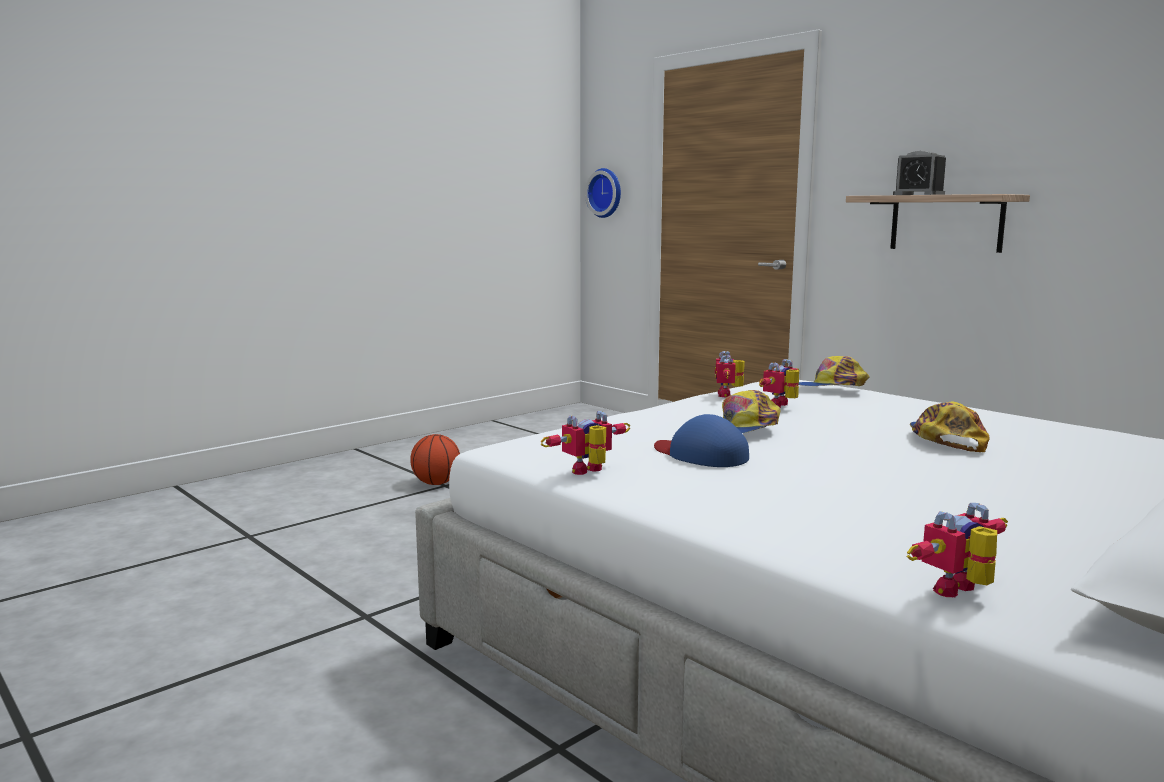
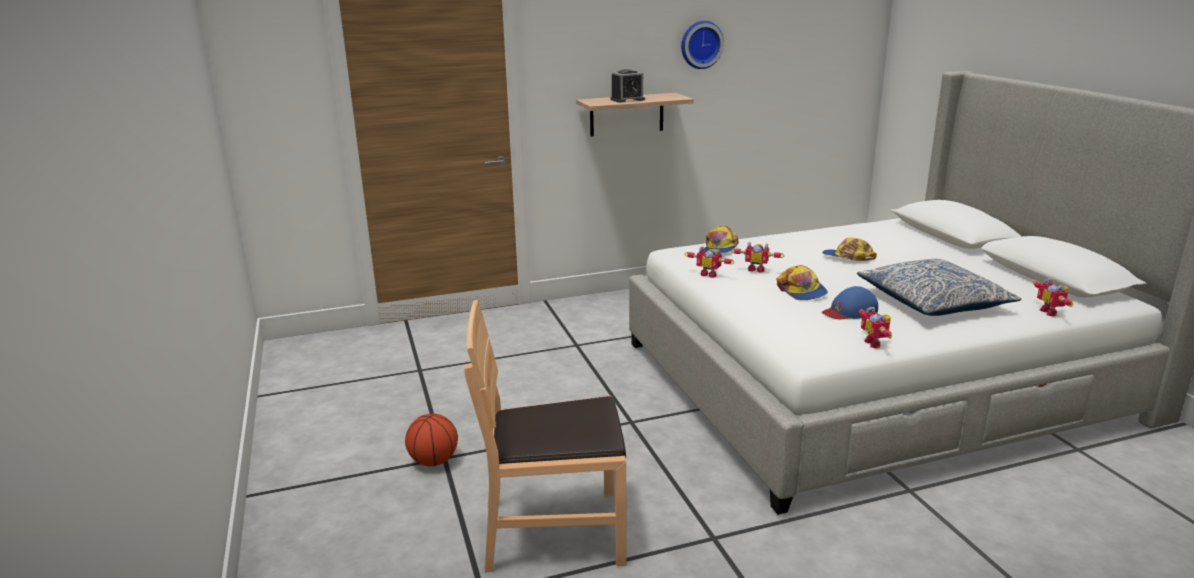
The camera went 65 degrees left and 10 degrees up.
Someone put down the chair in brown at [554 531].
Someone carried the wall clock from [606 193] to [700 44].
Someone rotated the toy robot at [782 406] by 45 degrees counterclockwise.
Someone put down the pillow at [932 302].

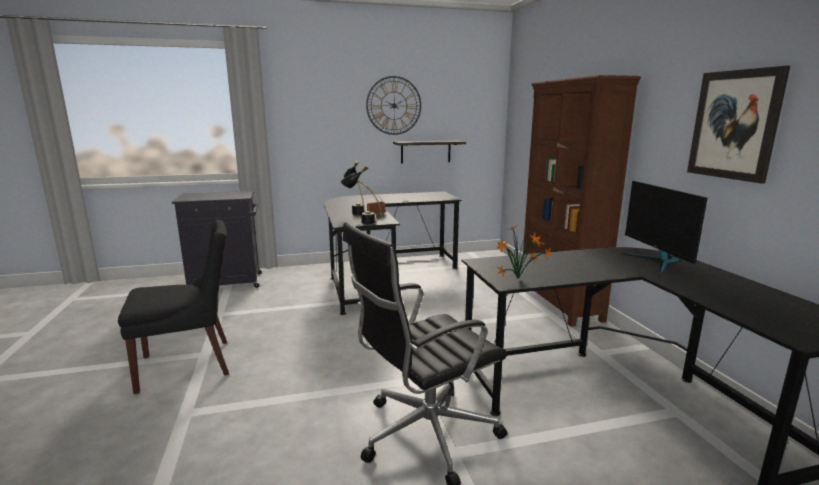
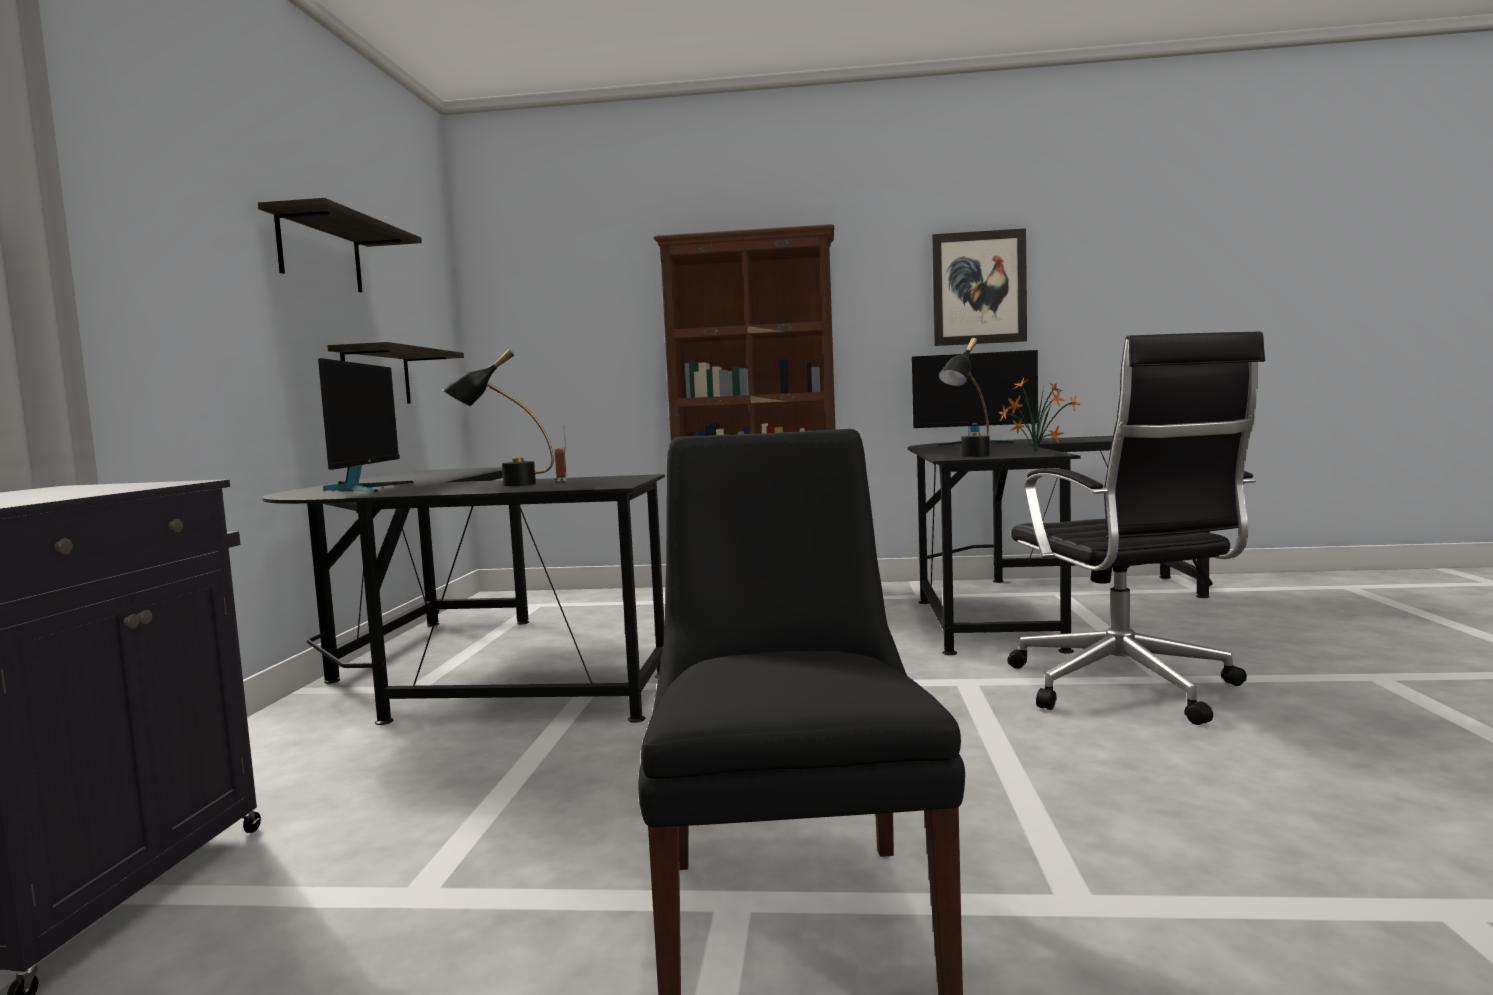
The camera went 70 degrees left and 10 degrees down.
Someone swapped the wall clock at [394 105] for the shelf at [320 253].
Someone put down the monitor at [365 488].
Someone carried the table lamp in black from [362 222] to [969 456].

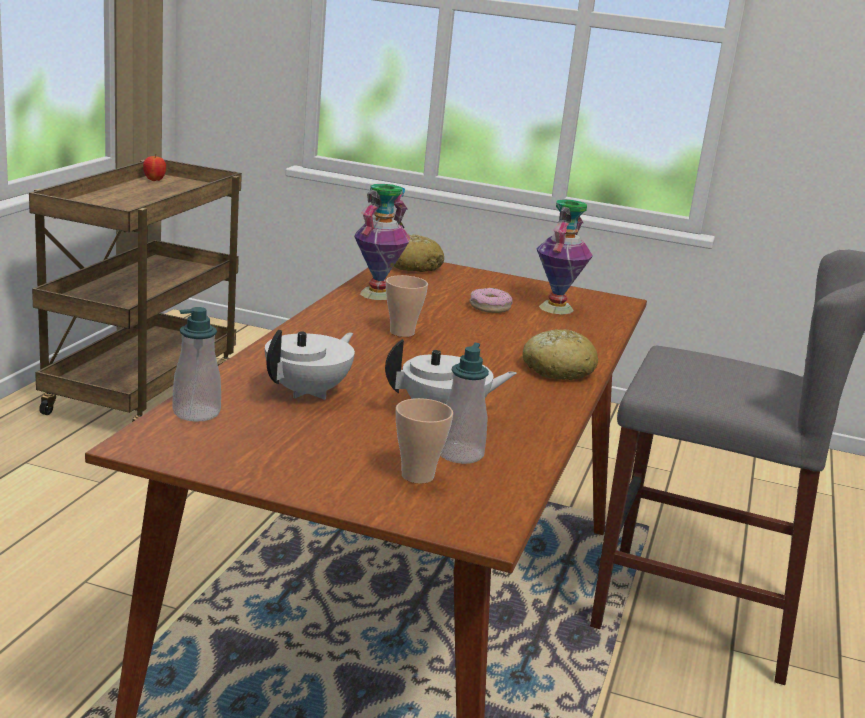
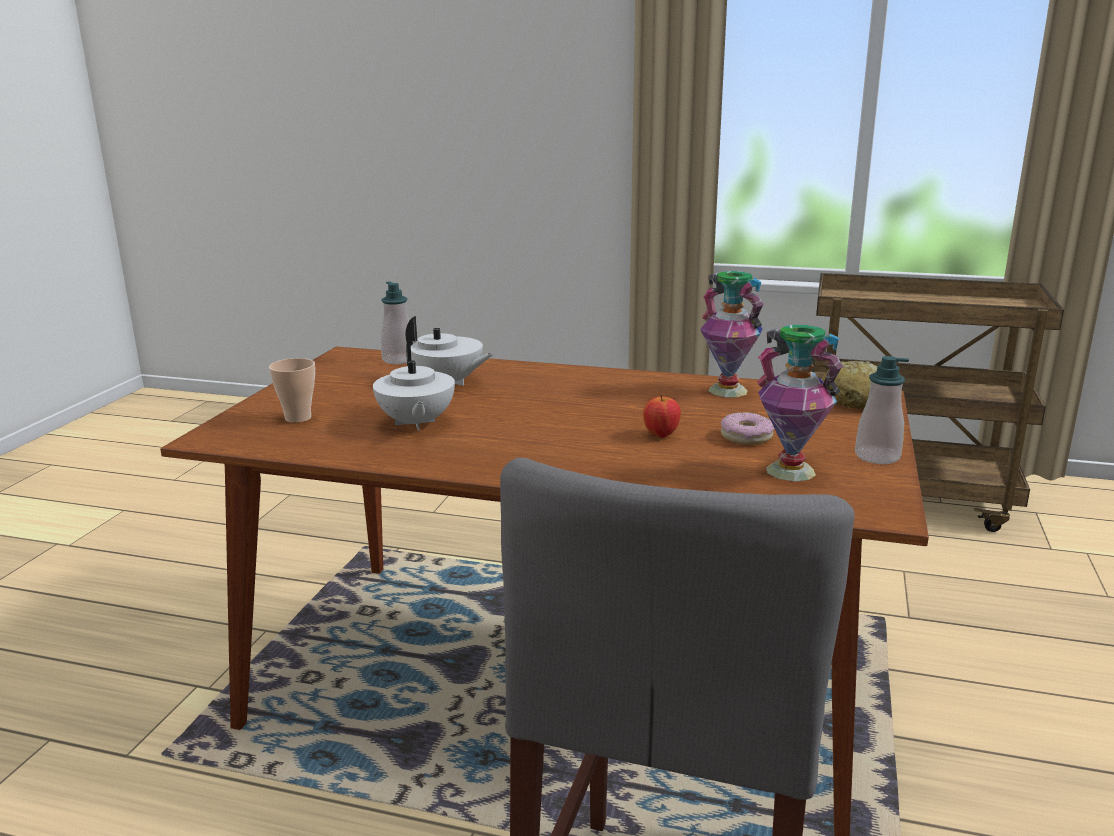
The camera went 90 degrees right and 0 degrees up.
Someone carried the apple from [154 180] to [661 435].
Someone carried the soap dispenser from [460 454] to [877 456].
Someone took away the cup at [402 333].
Someone took away the bread at [557 370].

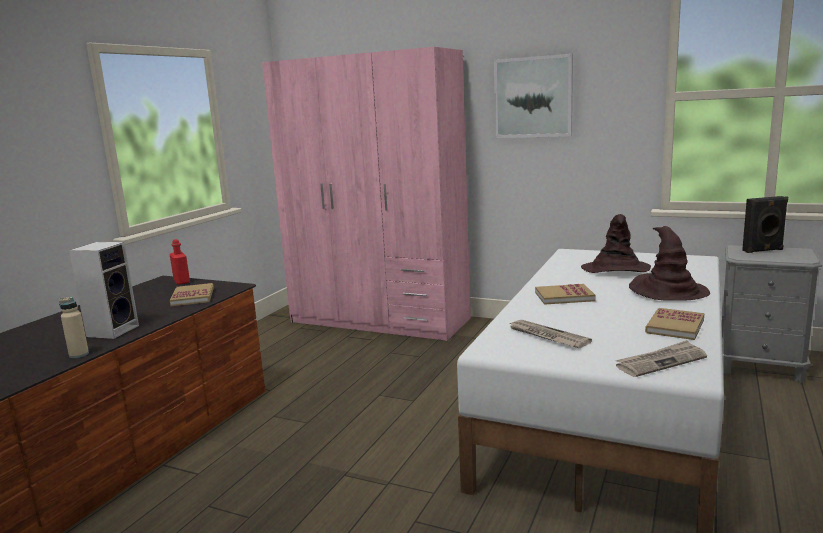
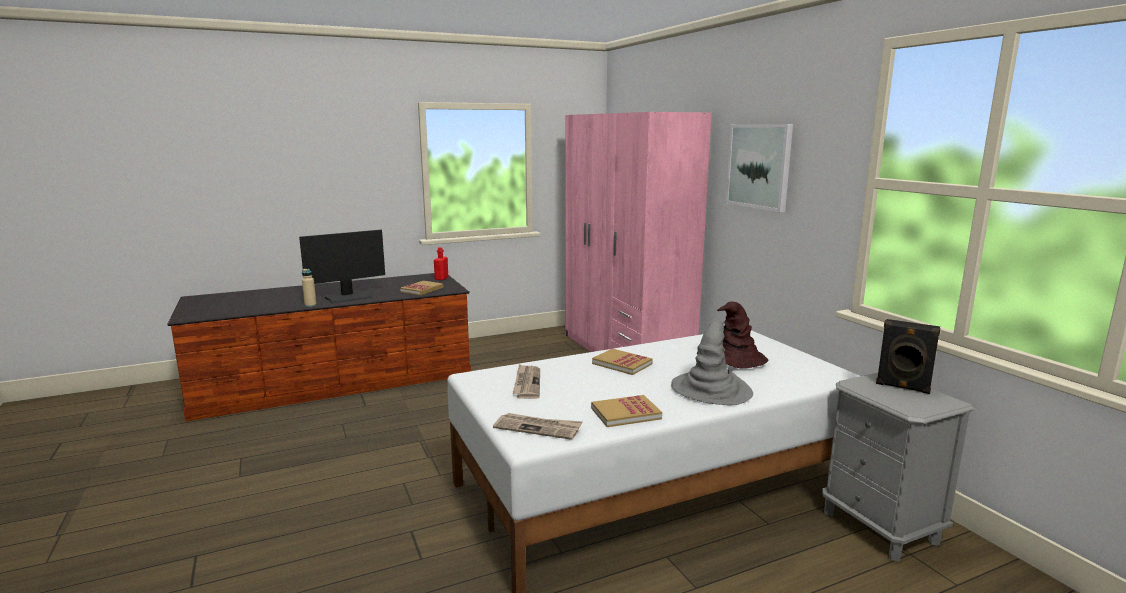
The camera went 40 degrees right and 0 degrees up.
Someone swapped the speaker at [113 330] for the monitor at [349 297].
Someone repainted the hat in brown at [668 291], which became the hat in grey at [711 389].

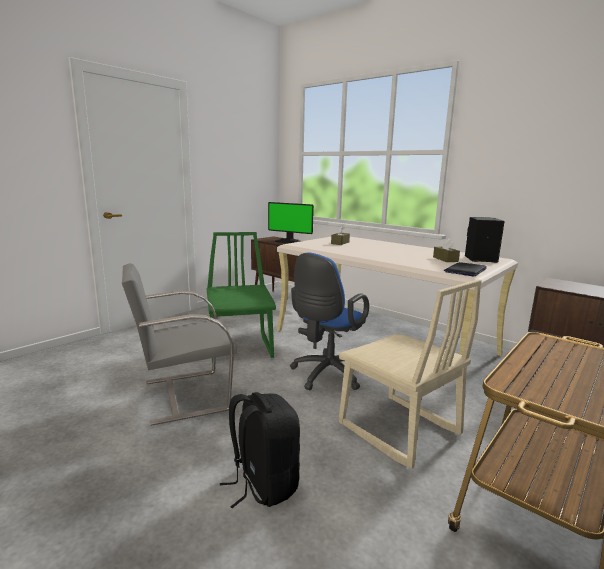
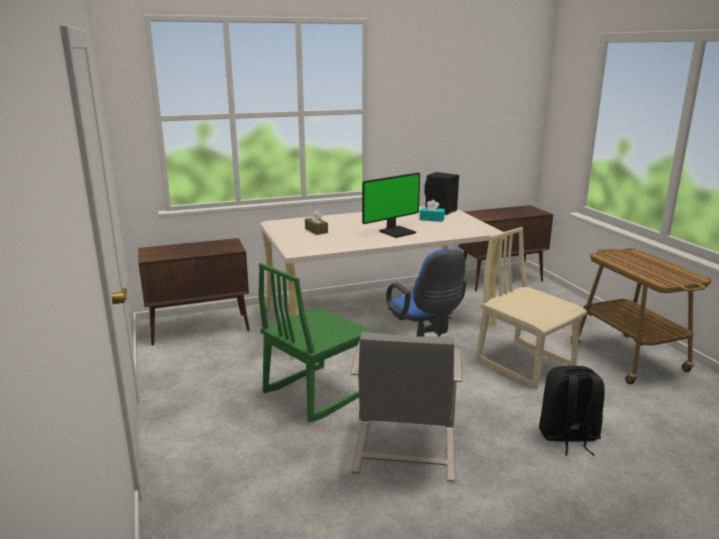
The camera went 60 degrees left and 5 degrees up.
Someone rotated the chair in green at [241 347] by 60 degrees counterclockwise.
Someone carried the monitor from [287 241] to [396 232].
Someone repainted the tissue box in brown at [445 259], which became the tissue box in turquoise at [432 219].
Someone rotated the chair in beige at [398 430] by 120 degrees counterclockwise.
Someone took away the laptop at [465 270].

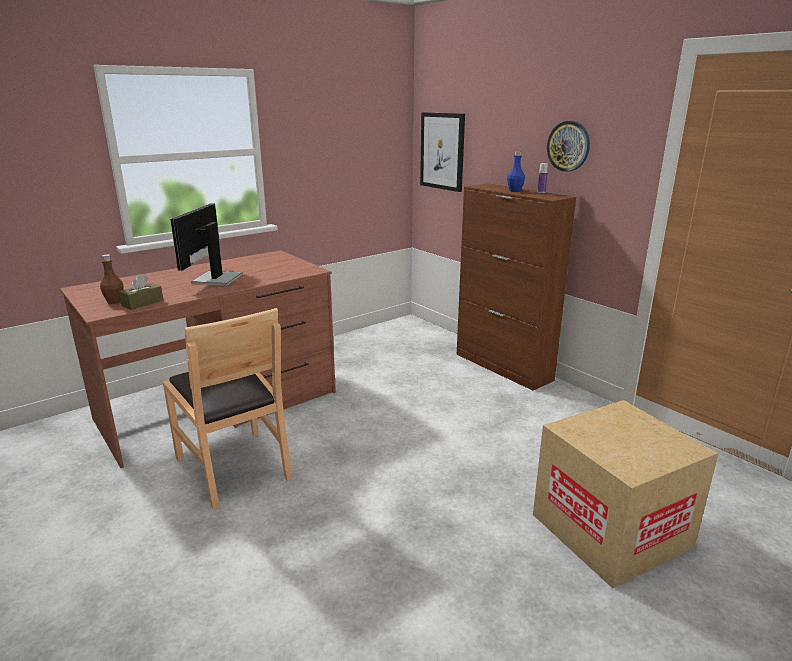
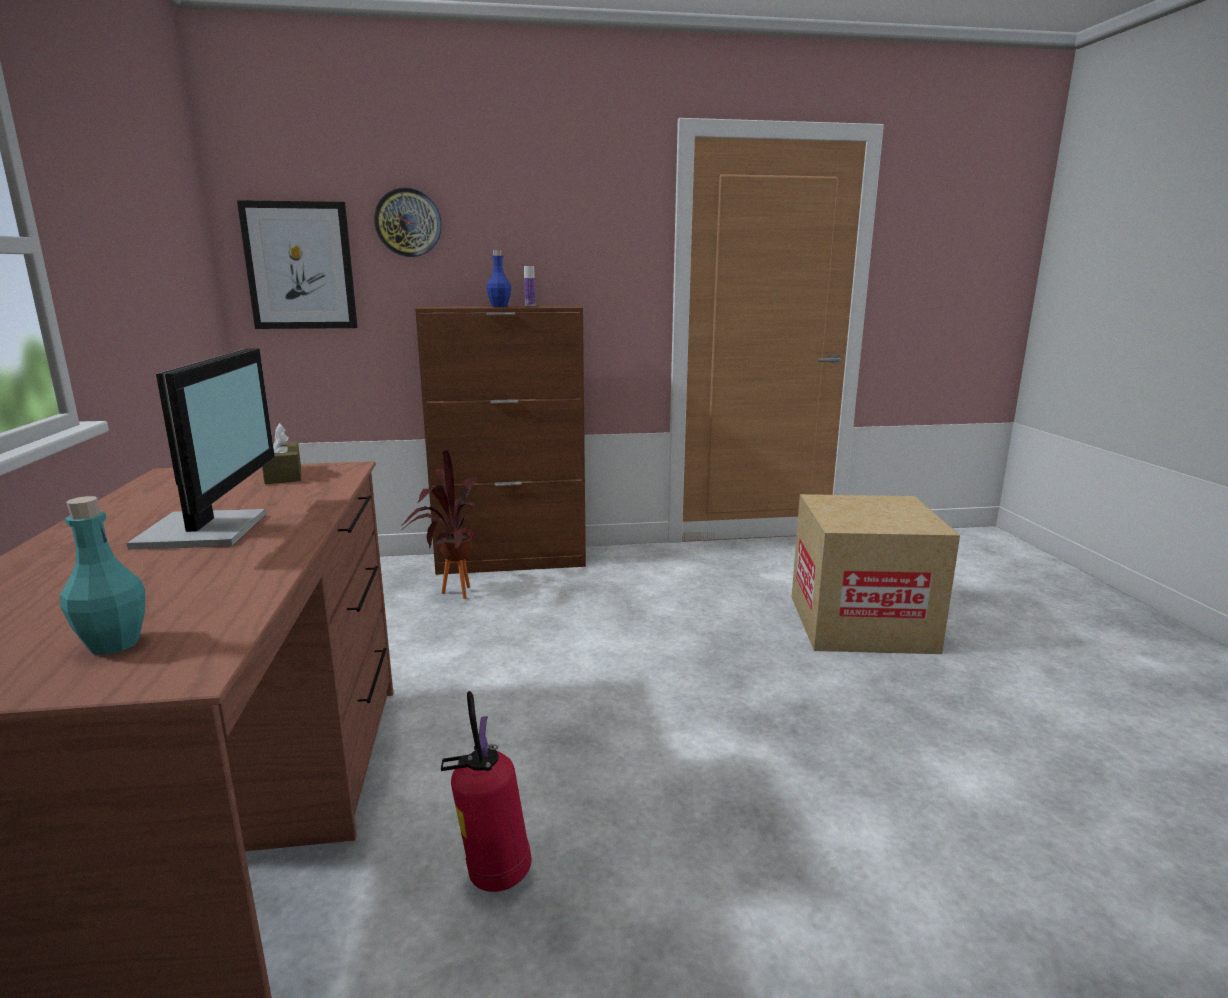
The camera went 60 degrees left and 5 degrees down.
Someone repainted the bottle in brown at [114 301], which became the bottle in turquoise at [114 644].
Someone rotated the monitor at [215 279] by 135 degrees counterclockwise.
Someone carried the tissue box in brown from [142 303] to [283 475].
Someone carried the wall clock from [568 146] to [408 223].
Someone put down the potted plant at [449 594].
Someone swapped the chair in brown at [234 467] for the fire extinguisher at [494 874].

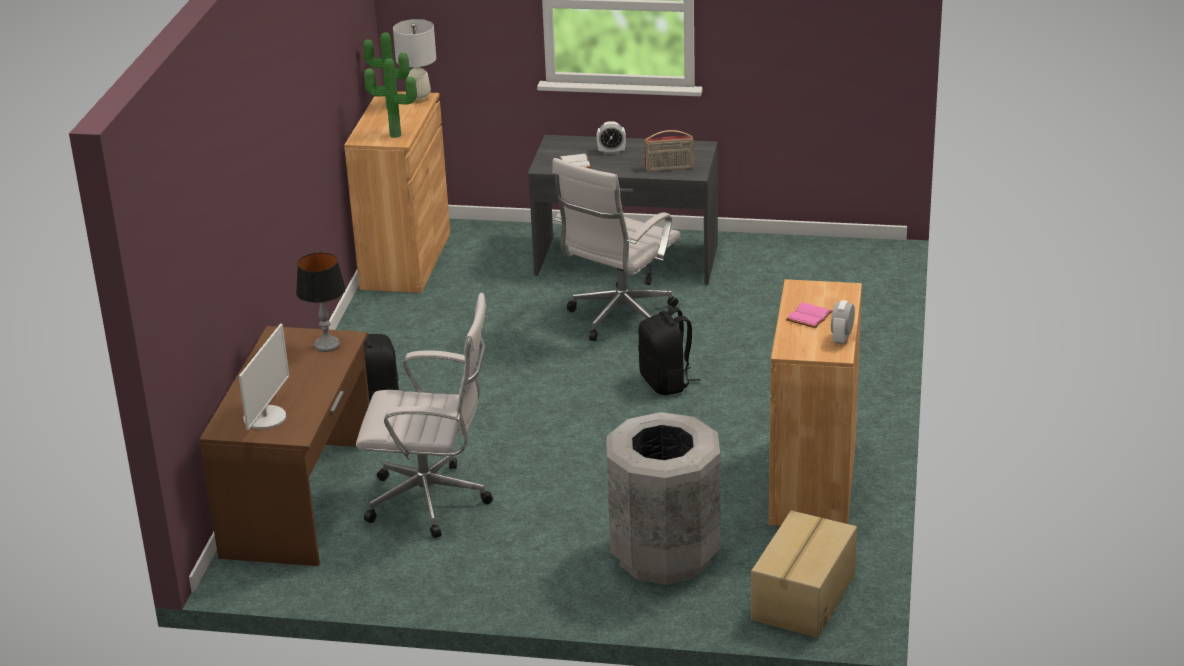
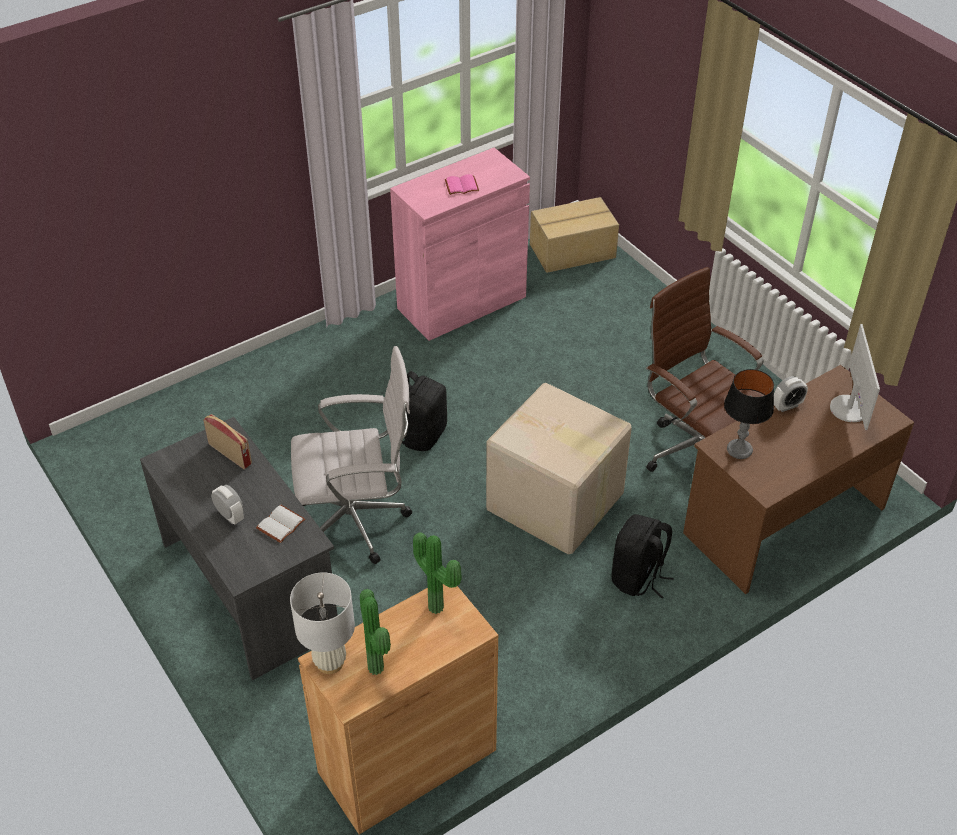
The camera went 135 degrees left and 15 degrees up.
Someone repainted the cabinet in brown at [813 483], which became the cabinet in pink at [461 302].
Someone put down the cardboard box at [555 503].
Someone repainted the office chair in white at [433 501], which became the office chair in brown at [694 451].
Someone carried the alarm clock from [842 338] to [787 406].
Someone rotated the monitor at [265 417] by 120 degrees clockwise.
Someone took away the trash can in grey at [665 555].

